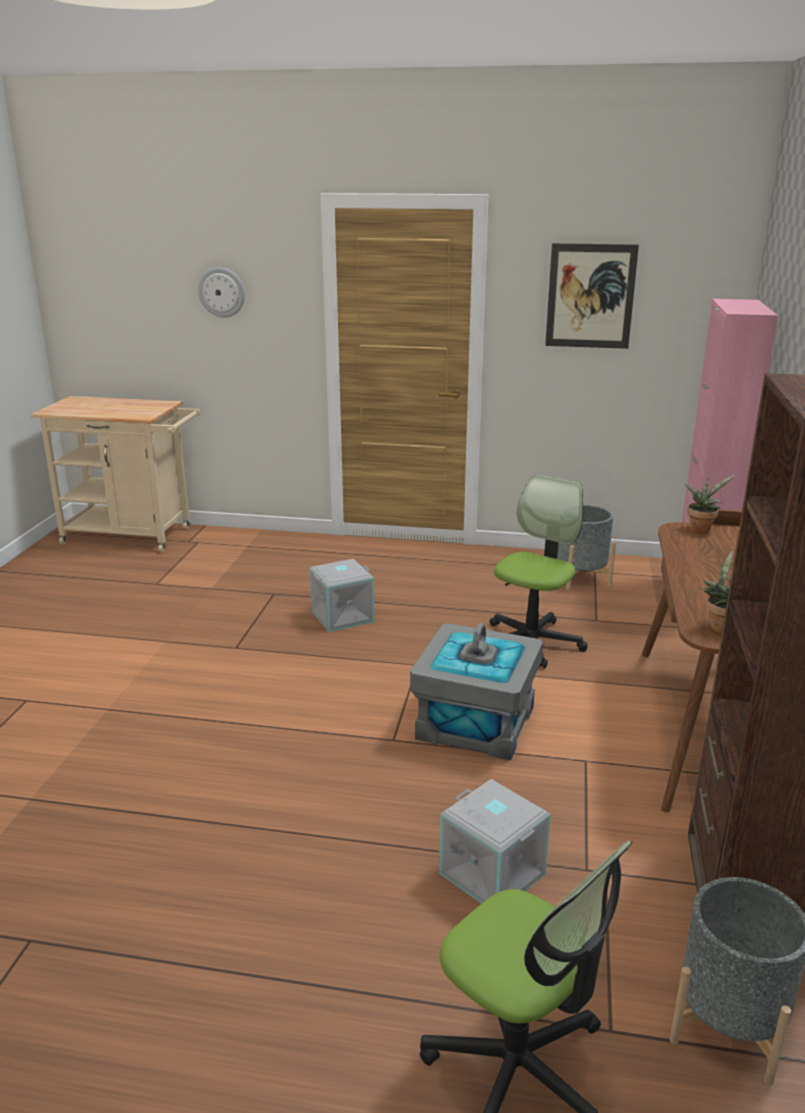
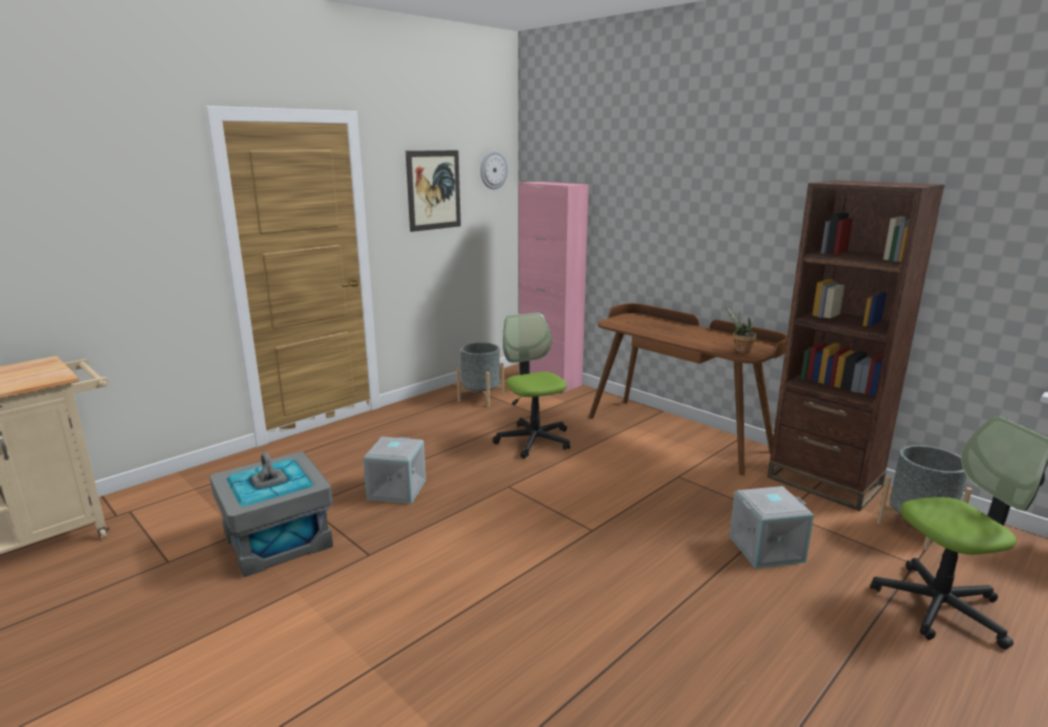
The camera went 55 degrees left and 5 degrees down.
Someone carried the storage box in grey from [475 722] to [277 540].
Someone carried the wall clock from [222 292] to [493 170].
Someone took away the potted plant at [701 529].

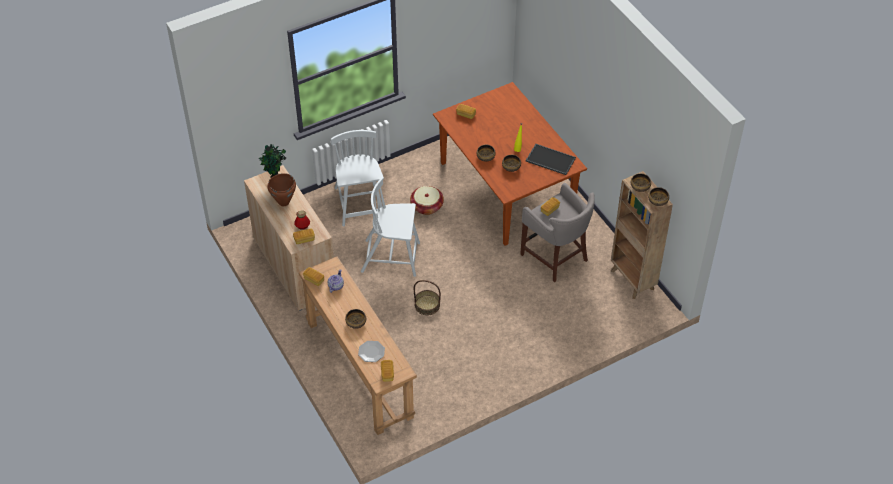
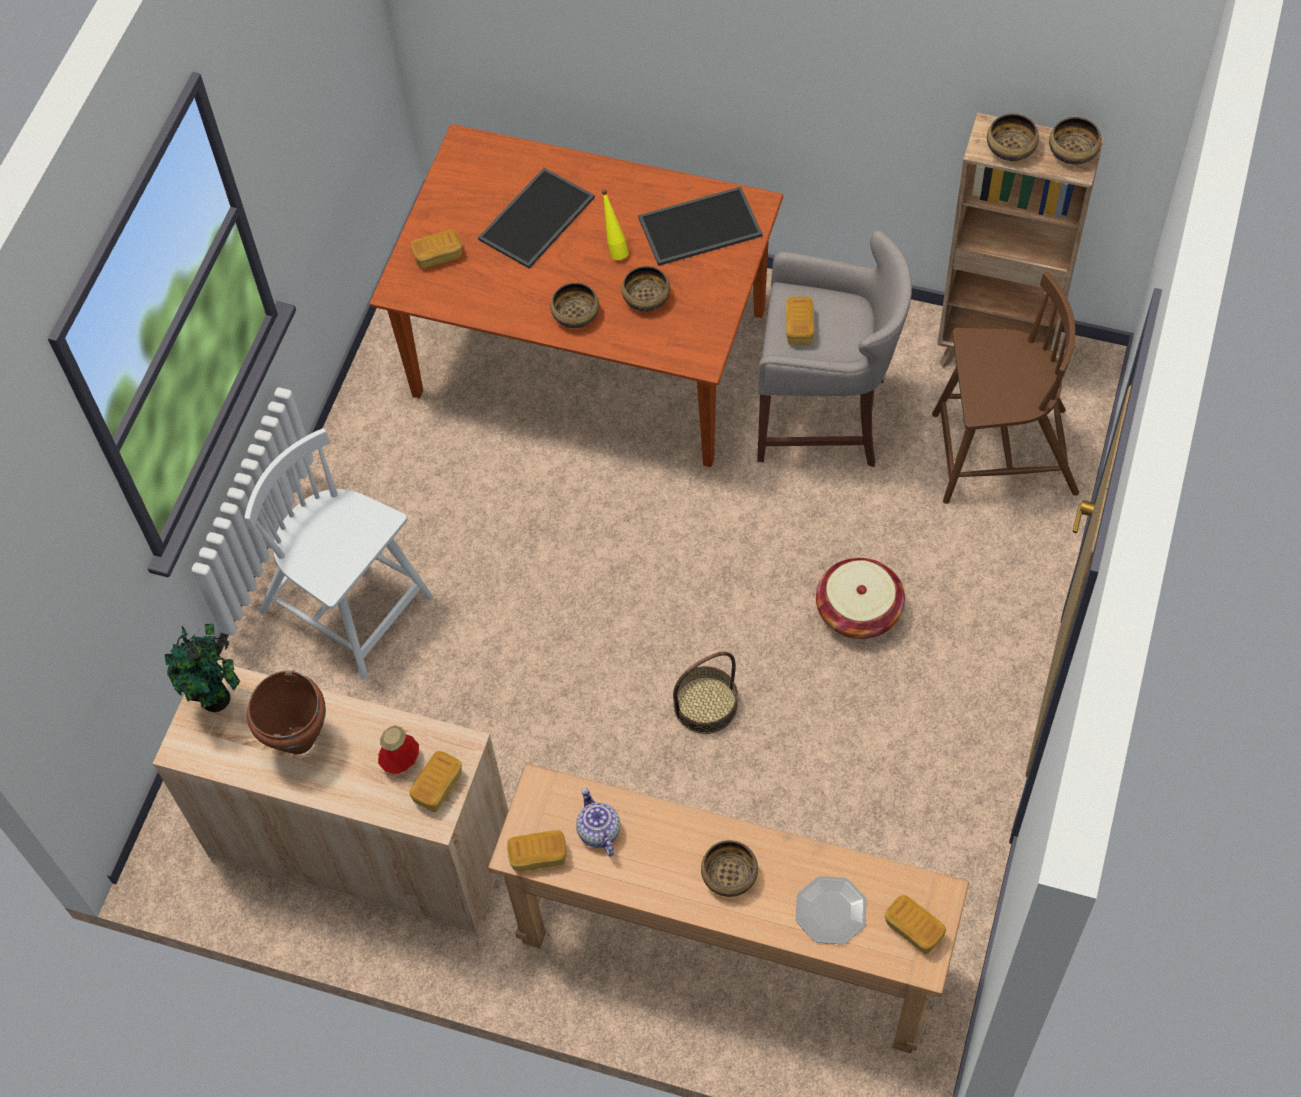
The camera went 40 degrees left and 10 degrees up.
Someone put down the tray at [537 220].
Someone carried the basket from [427 206] to [858 610].
Someone put down the chair in brown at [1000 455].
Someone took away the chair in white at [392 258].

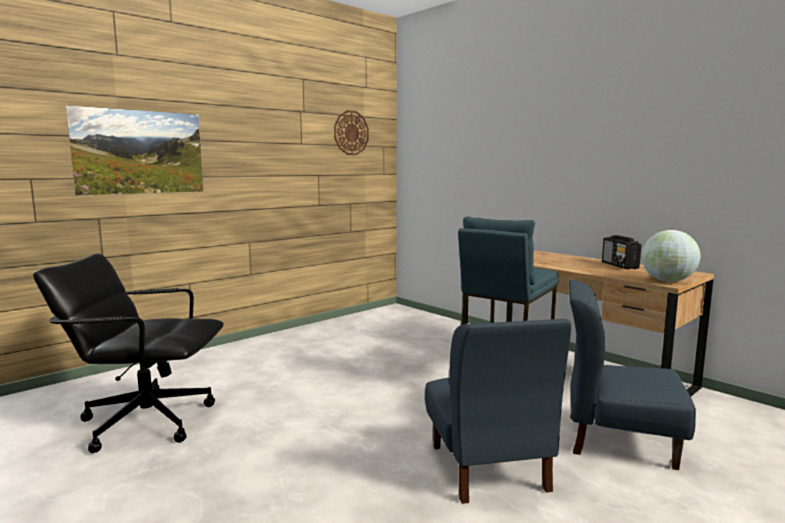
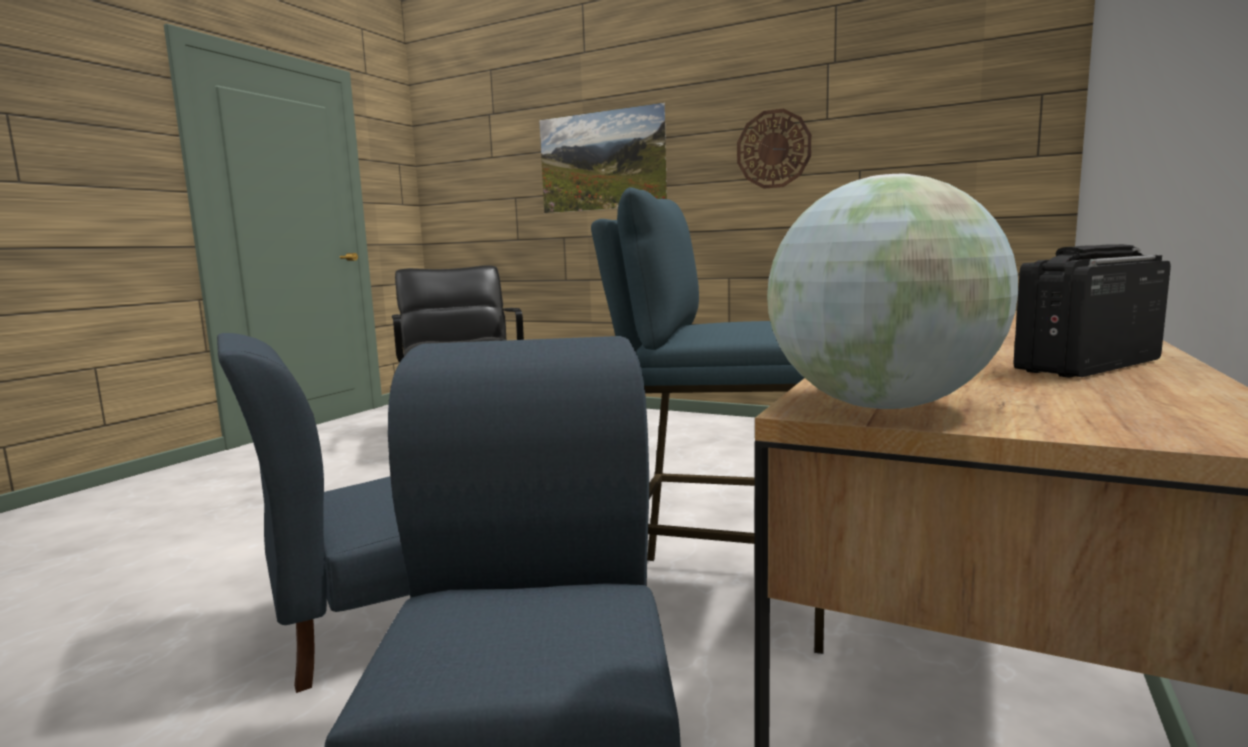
The camera went 70 degrees right and 0 degrees up.
Someone carried the wall clock from [351 133] to [773 149].

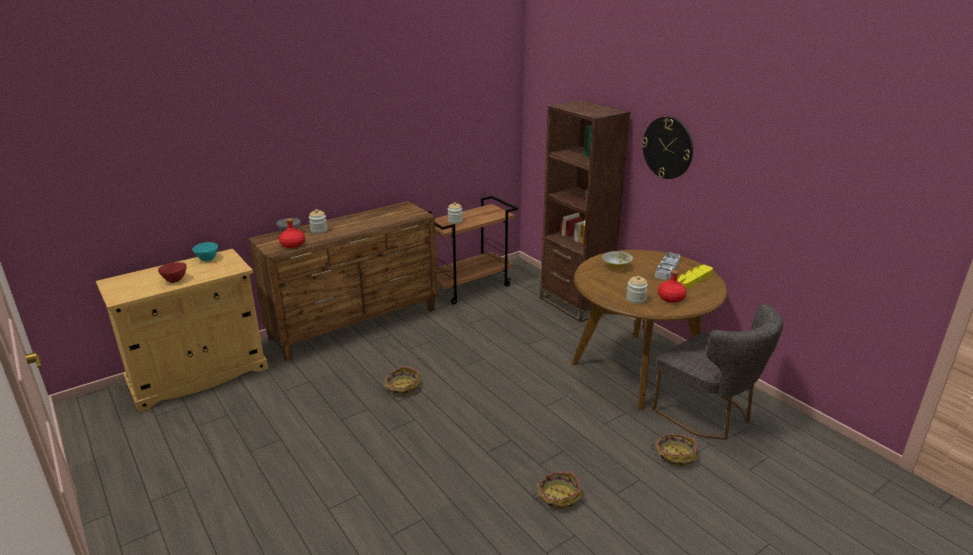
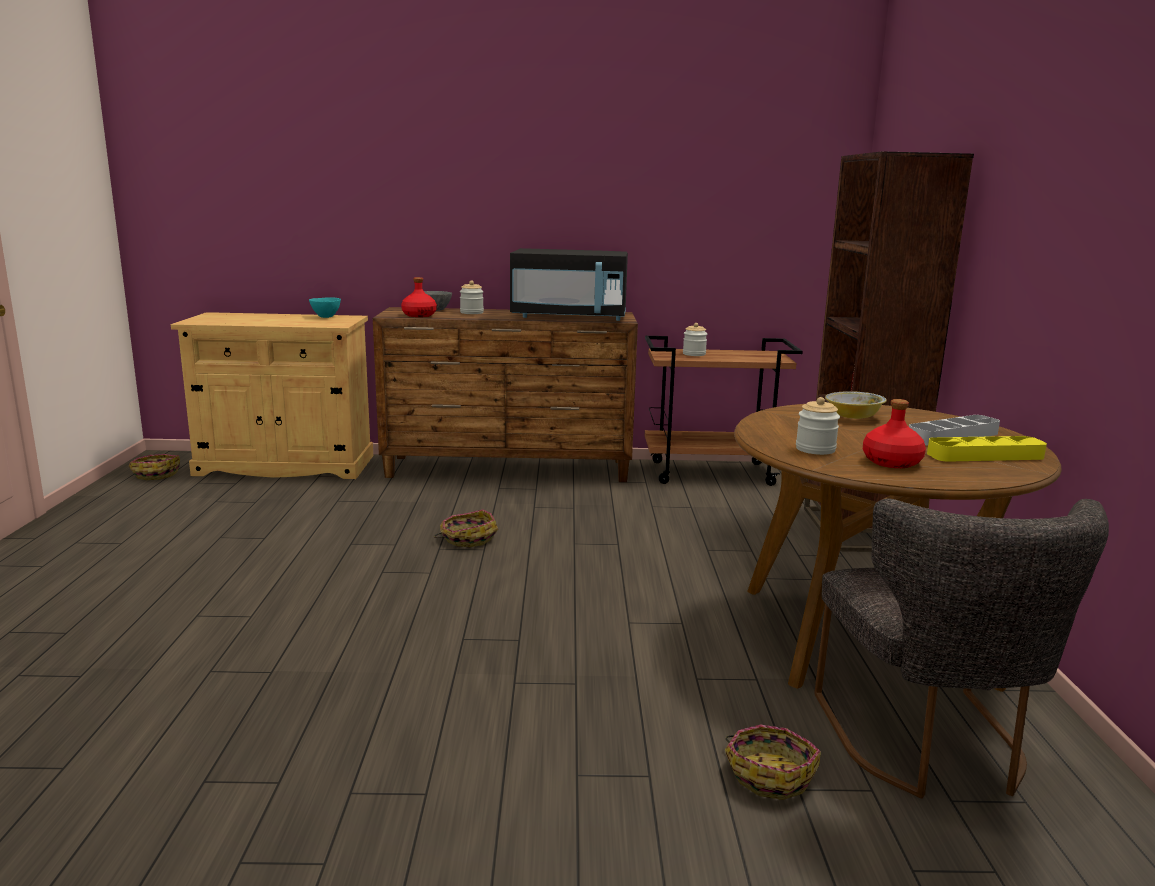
The camera went 35 degrees right and 10 degrees down.
Someone carried the basket from [558 496] to [156 474].
Someone put down the microwave in black at [570 317].
Someone took away the bowl in red at [175 280].
Someone took away the wall clock at [667 147].

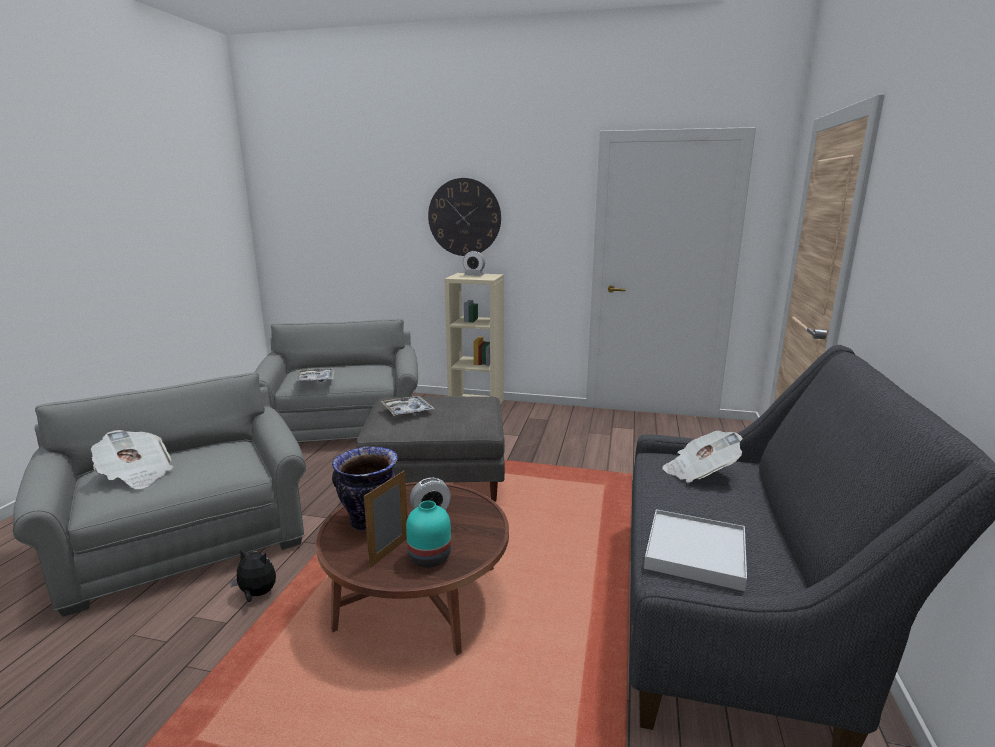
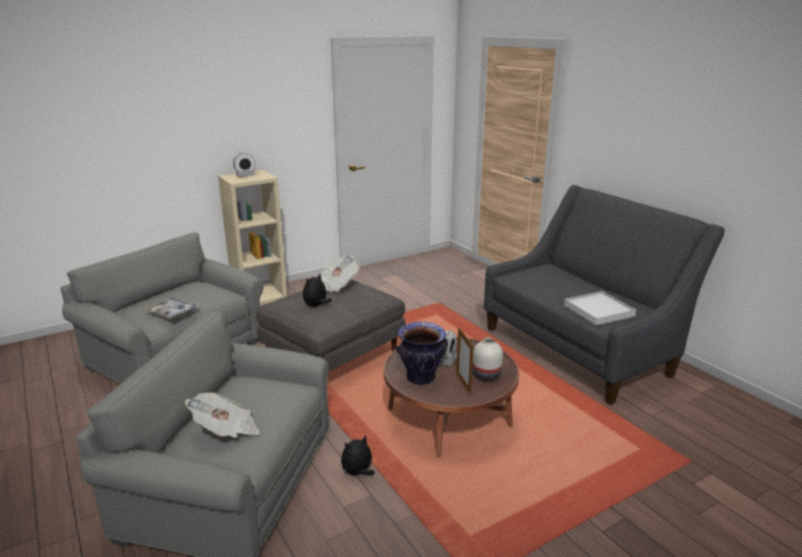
The camera went 45 degrees left and 5 degrees up.
Someone swapped the tray at [407 411] for the plush toy at [316 306].
Someone carried the newspaper from [699 473] to [336 285].
Someone repainted the vase in turquoise at [429 557], which became the vase in white at [485 375].
Someone took away the wall clock at [464 217].

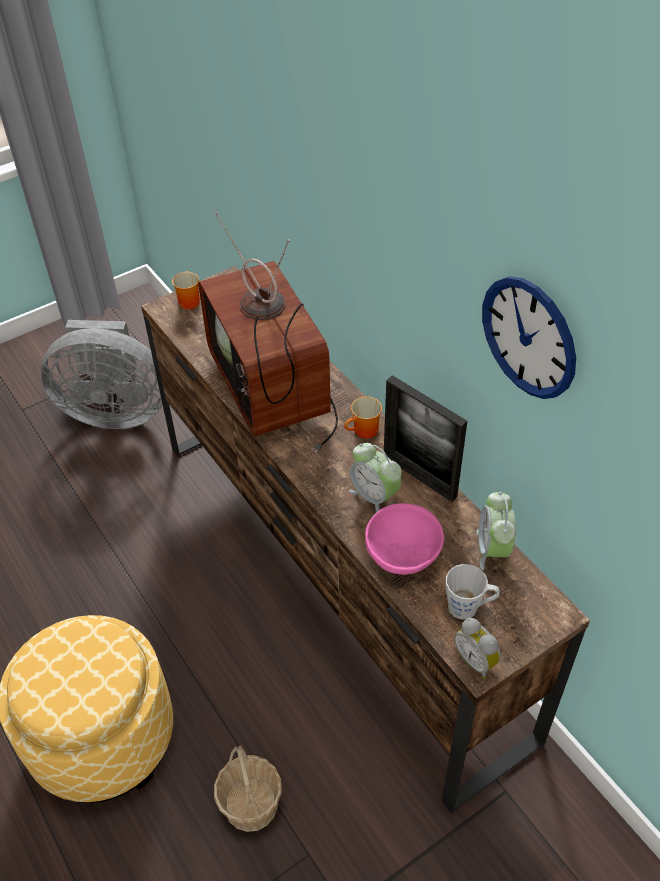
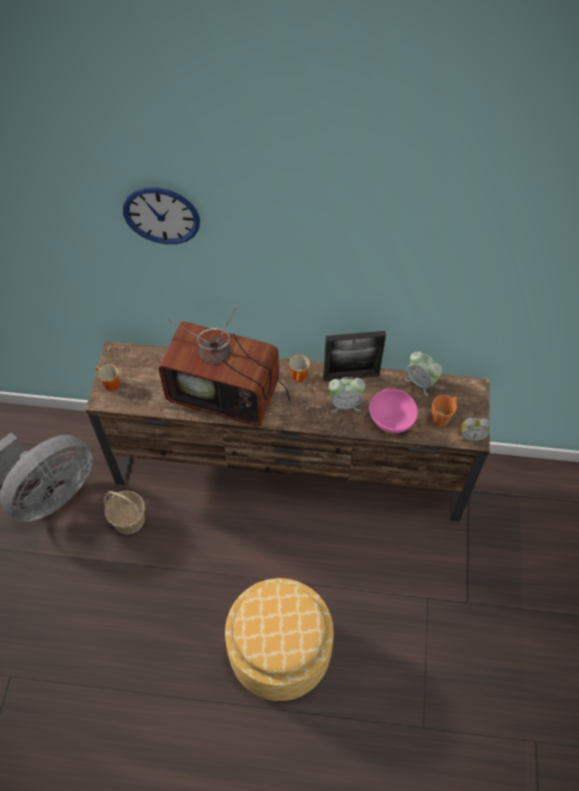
The camera went 50 degrees left and 10 degrees up.
Someone carried the basket from [251 803] to [128 519].
Someone carried the wall clock from [528 337] to [161 215].
Someone repainted the mug in grey at [468 607], which became the mug in orange at [442 417].

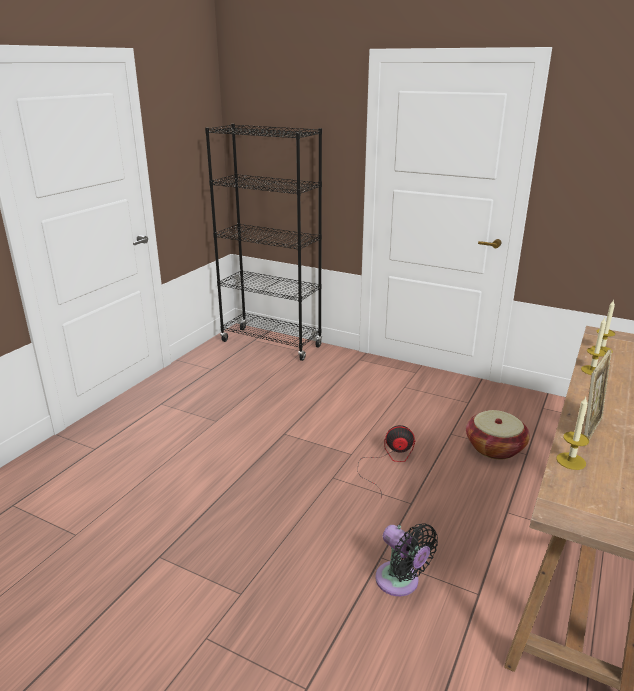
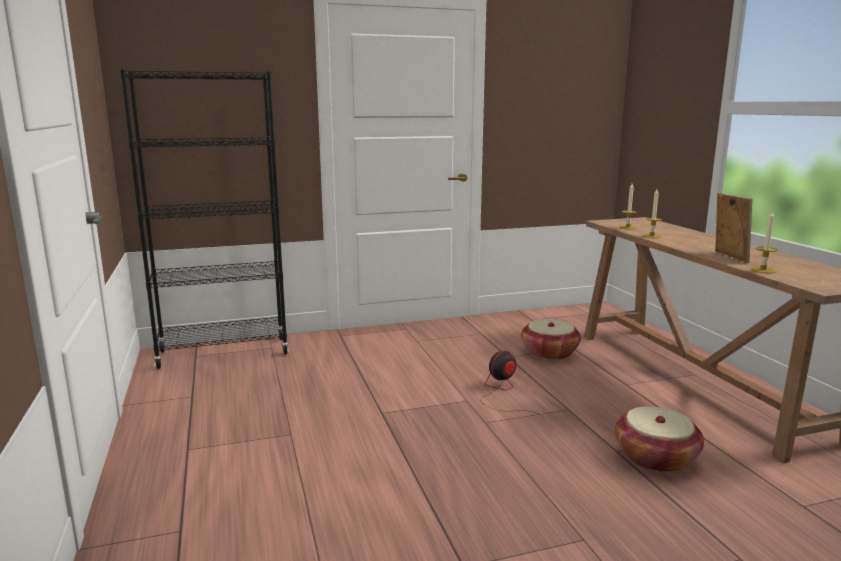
The camera went 45 degrees left and 10 degrees down.
Someone swapped the fan in black at [400 582] for the basket at [655 457].

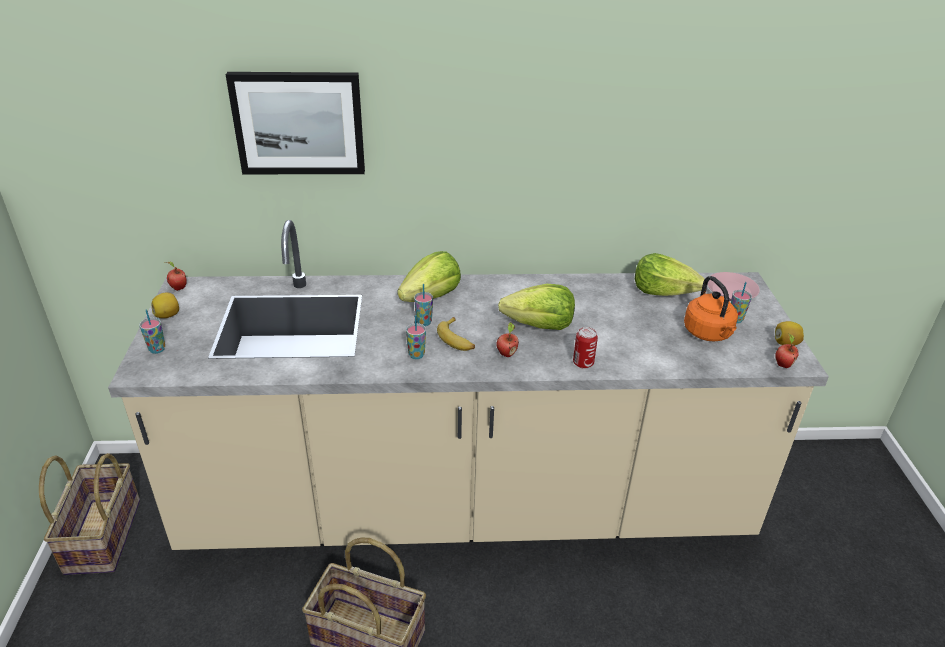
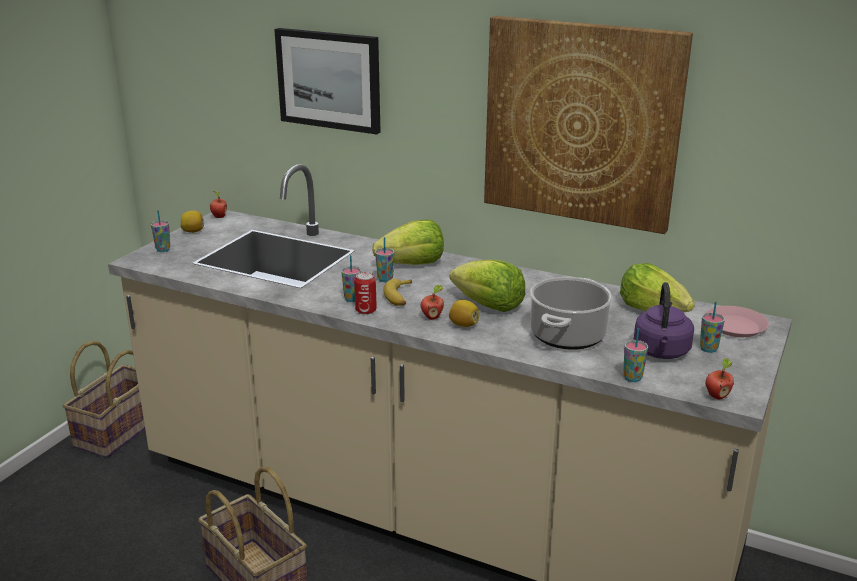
The camera went 30 degrees right and 10 degrees down.
Someone carried the can from [583 363] to [366 310].
Someone carried the lemon from [785 343] to [463 325].
Someone put up the picture at [581 123].
Someone put down the cooking pot at [568 336].
Someone put down the cup at [632 378].
Someone repainted the kettle in orange at [709 334], which became the kettle in purple at [661 352].

